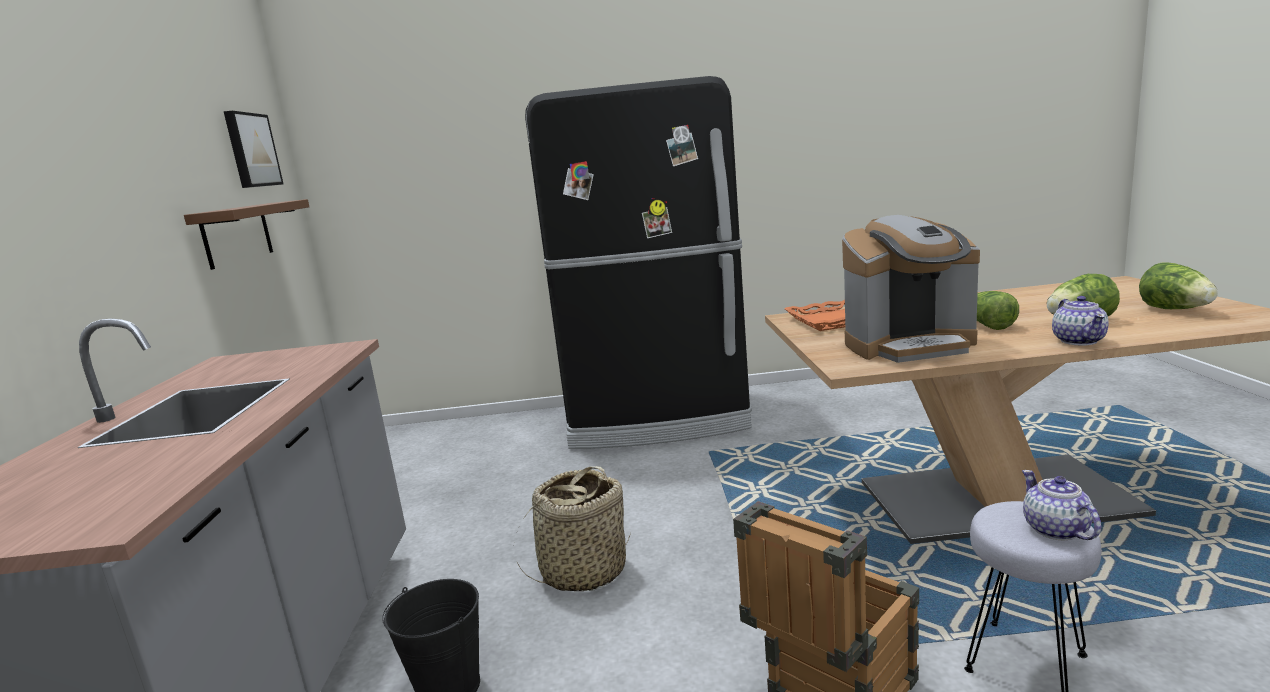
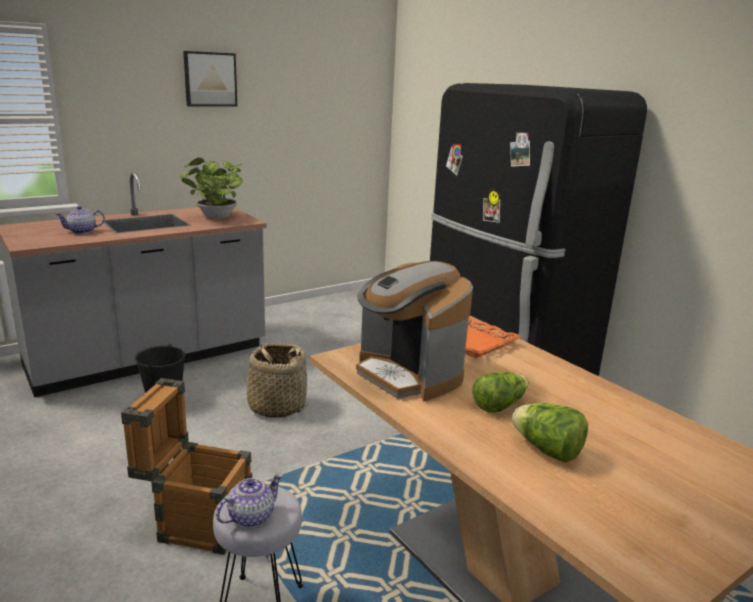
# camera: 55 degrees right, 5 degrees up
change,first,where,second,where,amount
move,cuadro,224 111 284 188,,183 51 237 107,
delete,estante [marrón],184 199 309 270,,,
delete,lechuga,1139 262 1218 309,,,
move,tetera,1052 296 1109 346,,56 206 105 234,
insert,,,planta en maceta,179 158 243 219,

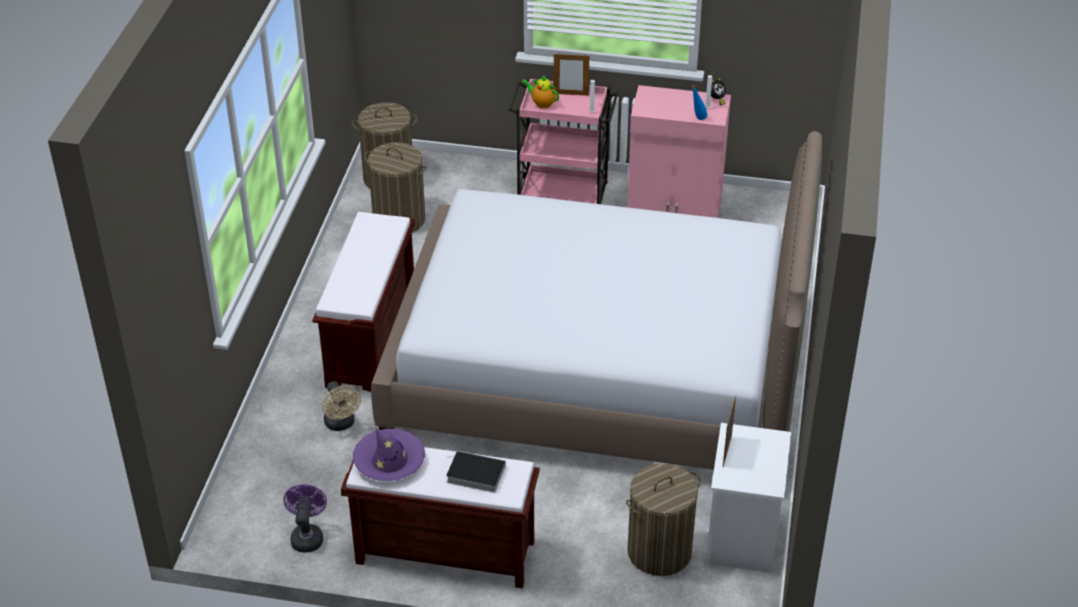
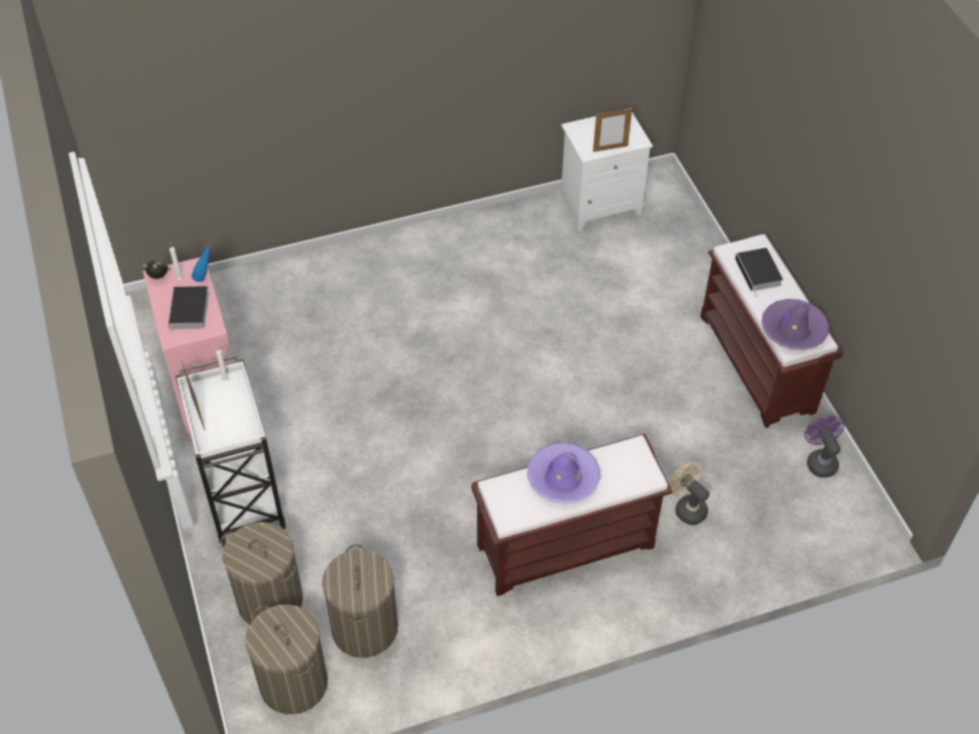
# camera: 120 degrees left, 10 degrees up
change,first,where,second,where,amount
delete,tetera,521 75 559 108,,,
recolor,carrito [rosa],509 78 618 204,carrito [blanco],175 355 286 546,
delete,cama,371 131 822 470,,,
rotate,ventilador [beis],322 381 361 431,,669 461 710 525,75 degrees counterclockwise
move,cesto de la ropa,626 463 701 576,,221 522 303 625,
rotate,ventilador [morado],284 484 327 553,,804 415 844 478,105 degrees clockwise
insert,,,libro,168 286 209 336,
insert,,,sombrero [morado],527 443 600 504,

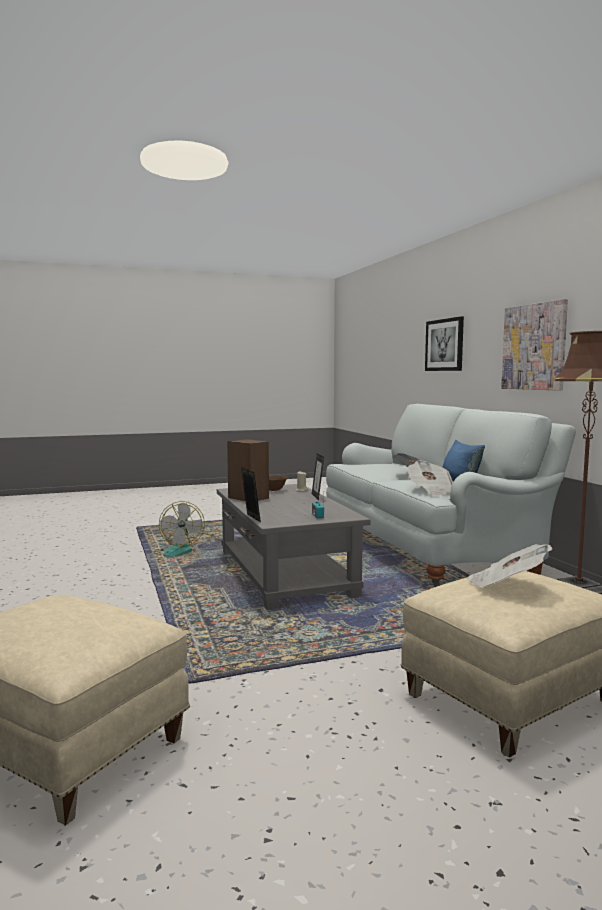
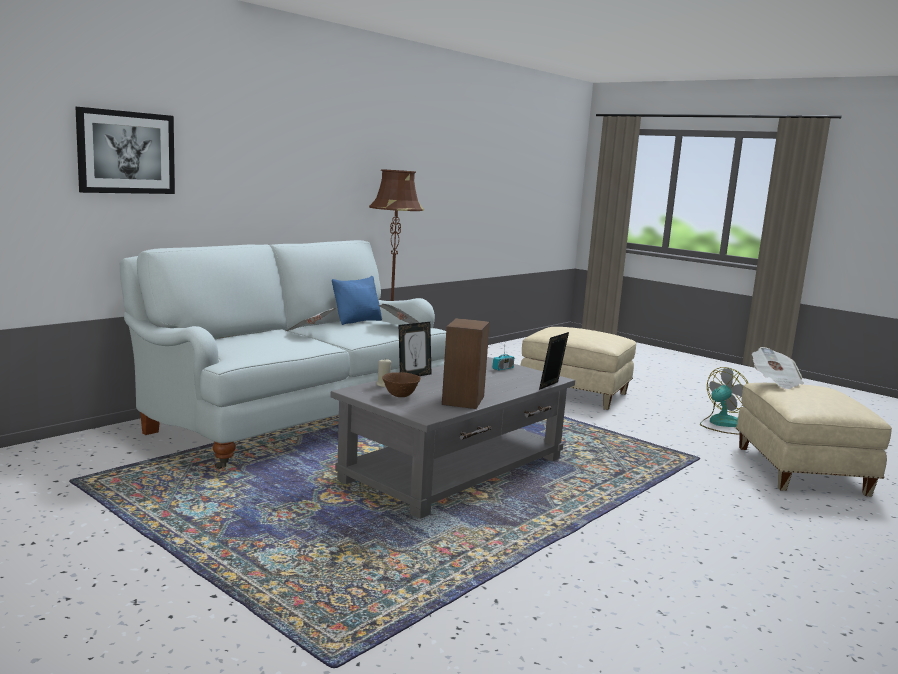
# camera: 120 degrees left, 5 degrees up
change,first,where,second,where,amount
delete,cuadro,501 299 568 391,,,
move,ventilador,159 501 205 557,,700 367 748 435,
move,periódico,467 544 552 588,,752 347 804 389,

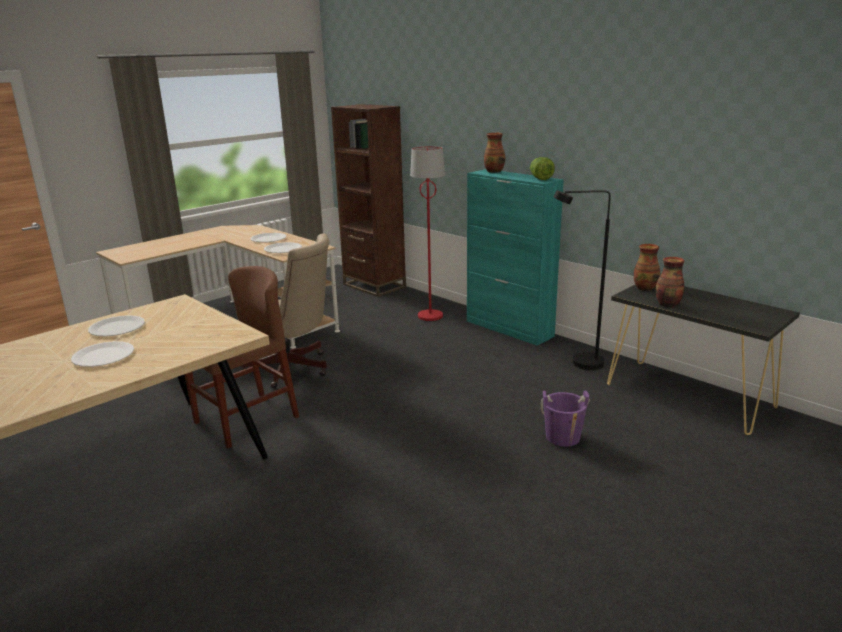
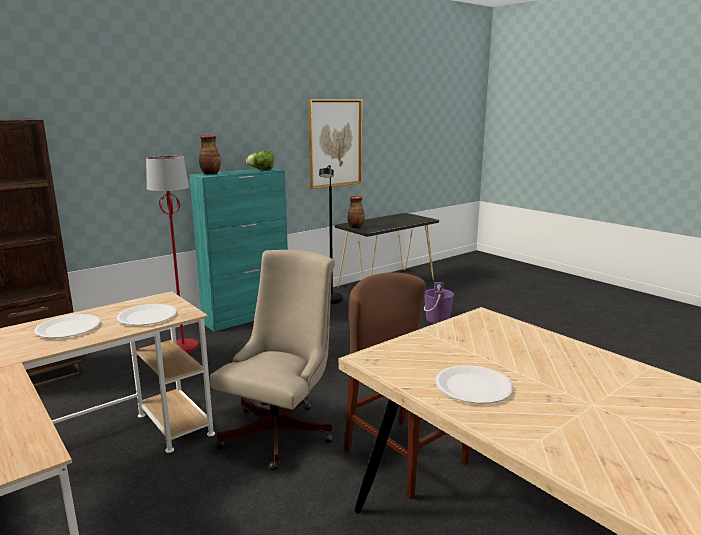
# camera: 85 degrees left, 5 degrees down
change,first,where,second,where,amount
delete,florero,656 257 684 307,,,
delete,plato [blanco],71 341 134 367,,,
insert,,,cuadro,308 99 362 189,

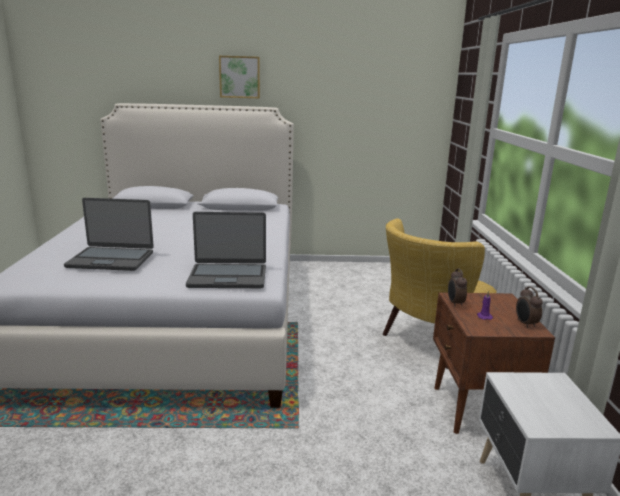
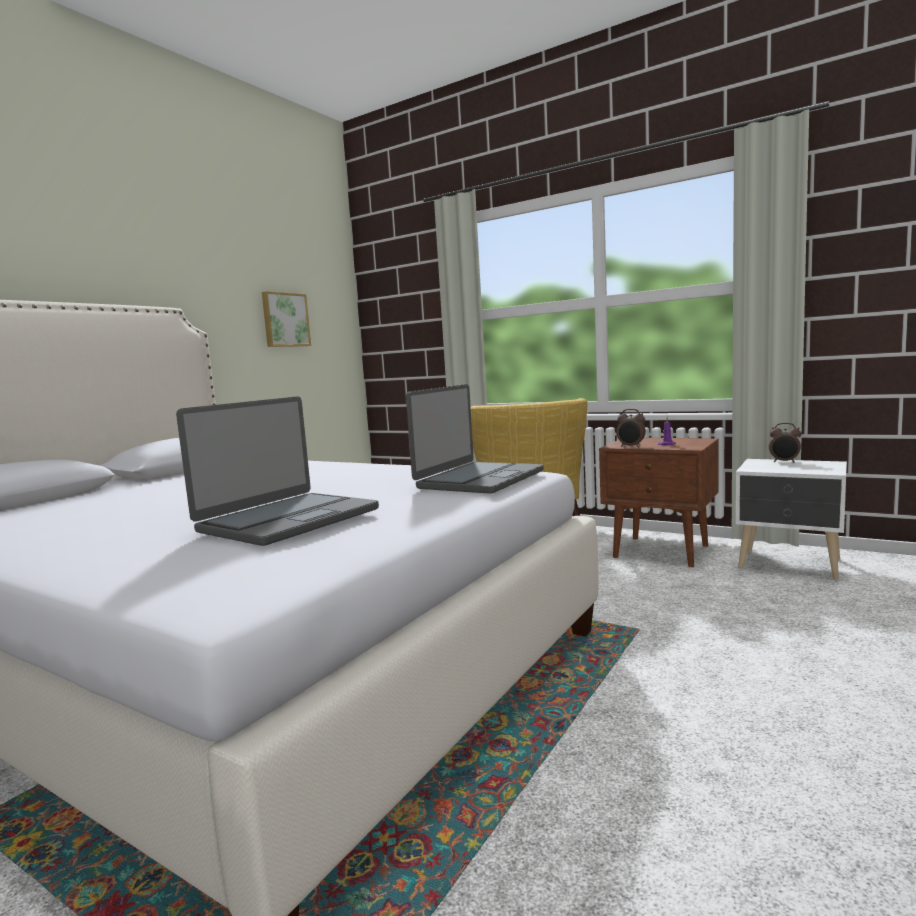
# camera: 55 degrees left, 10 degrees down
change,first,where,second,where,amount
move,cuadro,219 56 260 98,,262 291 311 347,
move,despertador,516 286 542 328,,769 423 802 463,

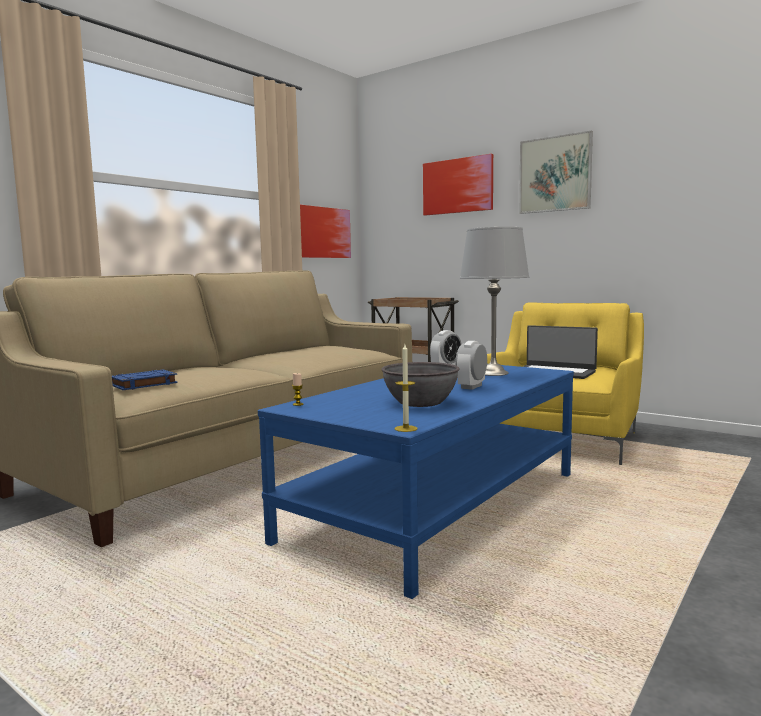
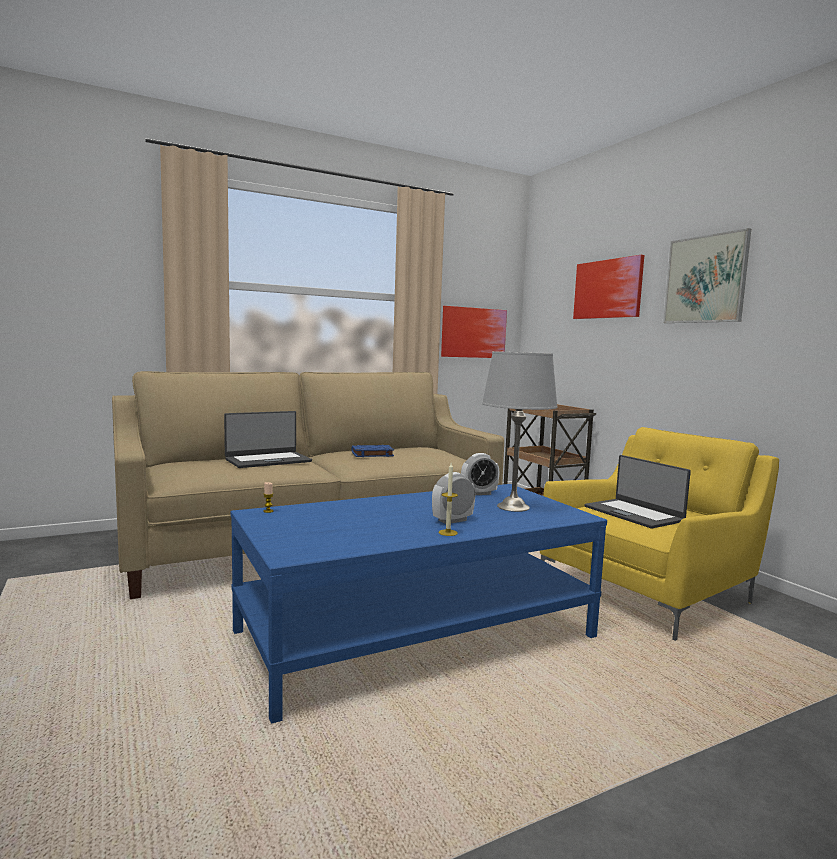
# camera: 25 degrees right, 0 degrees up
change,first,where,second,where,amount
move,vela,395 344 417 432,,438 463 458 536,
delete,cuenco [gris],381 362 460 407,,,
move,libro [azul],112 370 178 390,,352 445 394 457,
insert,,,portátil,224 411 312 468,

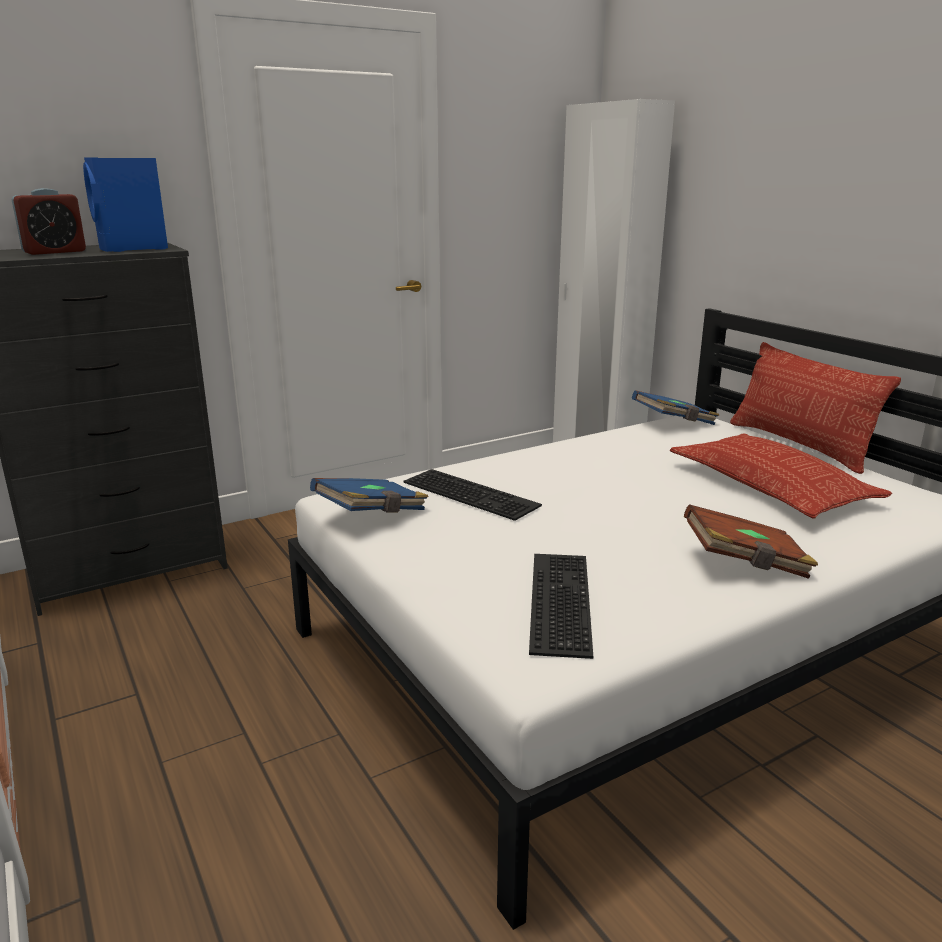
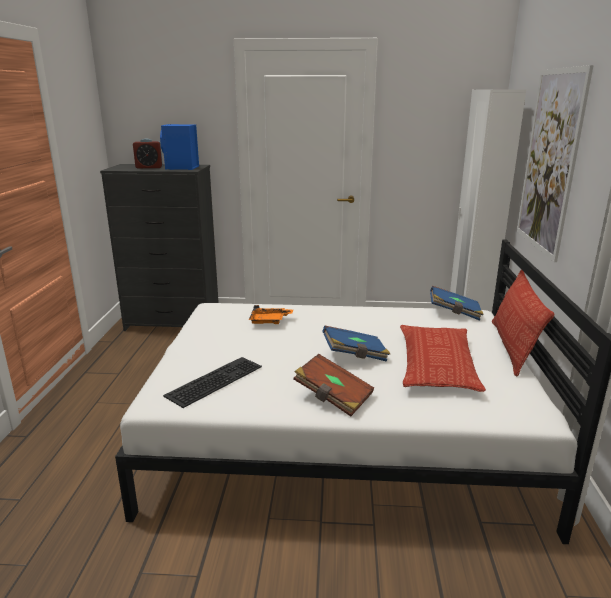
# camera: 35 degrees right, 0 degrees up
change,first,where,second,where,amount
replace,teclado,404 469 542 521,bandeja [naranja],249 305 293 324,
move,libro [azul],310 478 429 513,,323 326 390 362,
insert,,,cuadro,516 65 594 262,

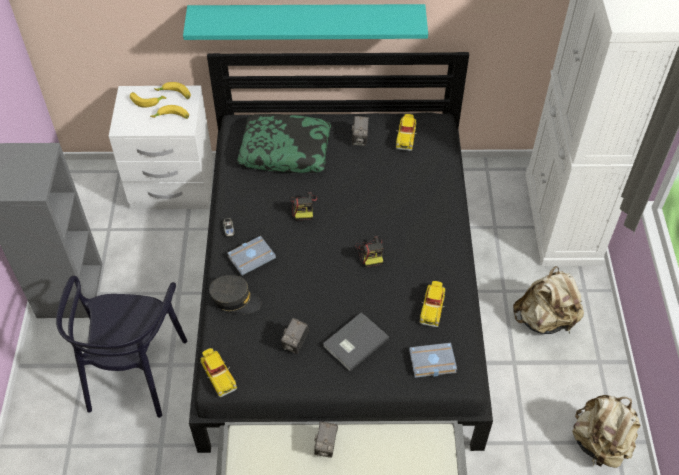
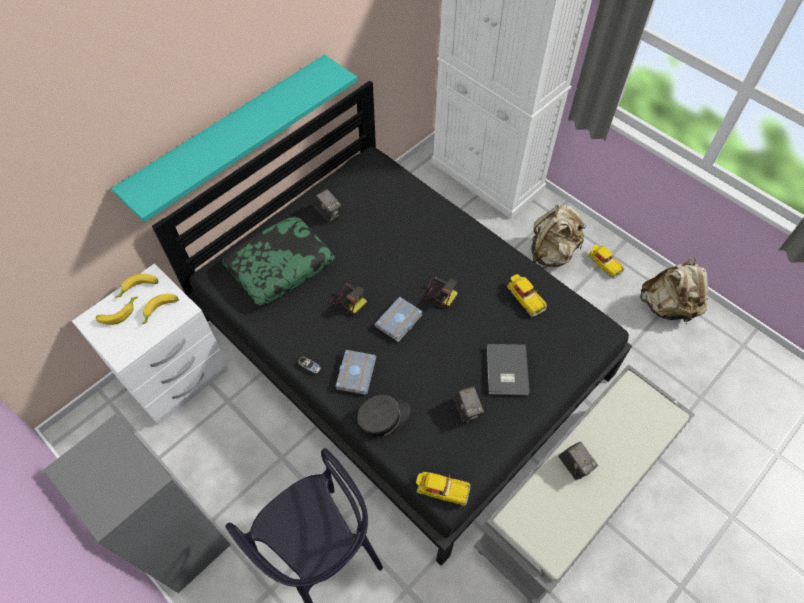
# camera: 45 degrees left, 5 degrees up
change,first,where,second,where,amount
move,coche de juguete,396 114 417 151,,588 244 625 279,
move,libro [gris],409 343 457 378,,374 297 423 342,

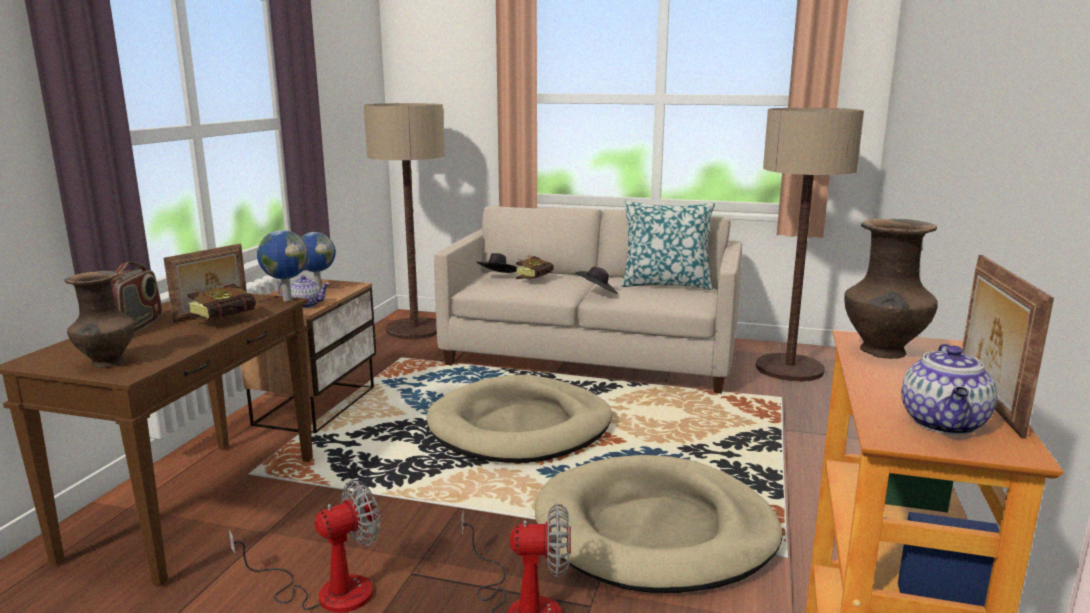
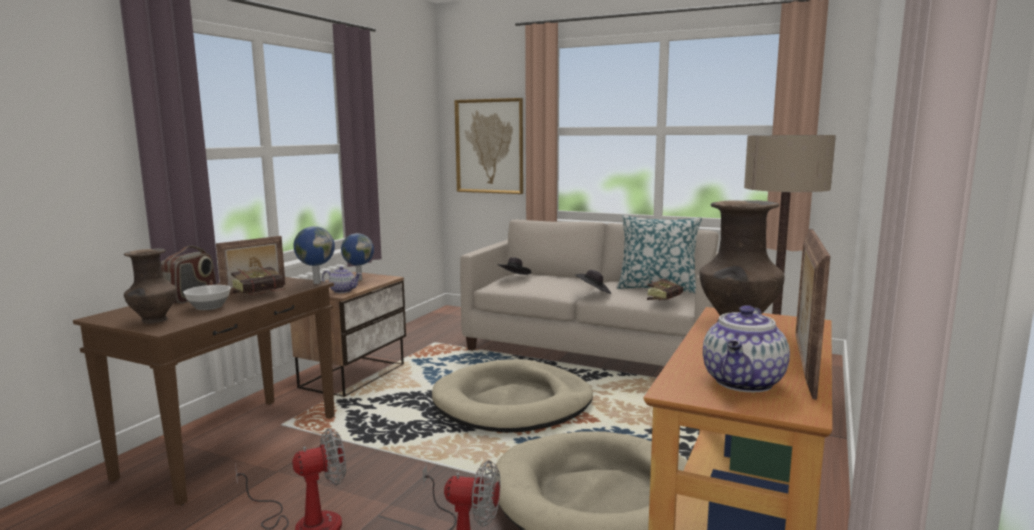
# camera: 10 degrees right, 5 degrees down
change,first,where,second,where,amount
delete,lámpara de pie,364 103 445 339,,,
move,libro,516 256 554 279,,647 278 683 301,
insert,,,cuadro,455 98 523 194,
insert,,,cuenco,183 285 231 310,

